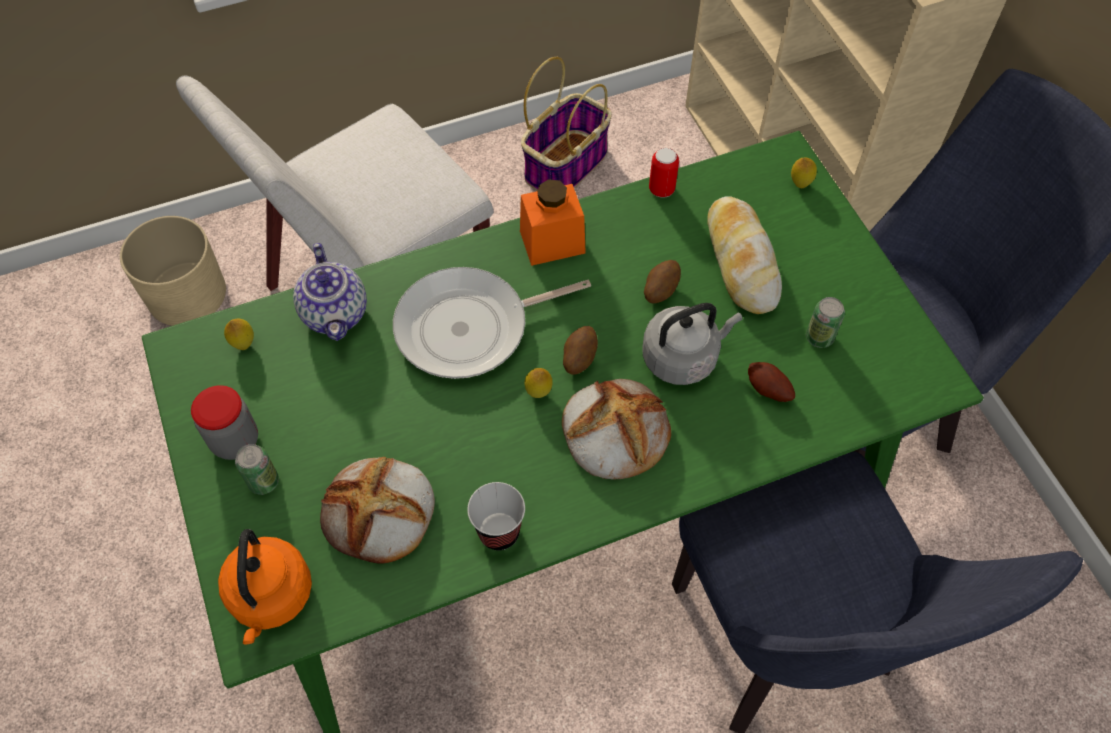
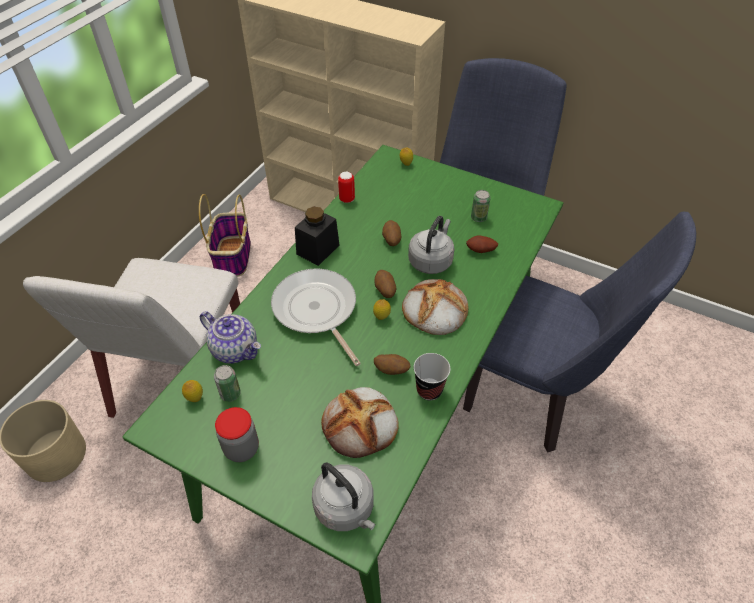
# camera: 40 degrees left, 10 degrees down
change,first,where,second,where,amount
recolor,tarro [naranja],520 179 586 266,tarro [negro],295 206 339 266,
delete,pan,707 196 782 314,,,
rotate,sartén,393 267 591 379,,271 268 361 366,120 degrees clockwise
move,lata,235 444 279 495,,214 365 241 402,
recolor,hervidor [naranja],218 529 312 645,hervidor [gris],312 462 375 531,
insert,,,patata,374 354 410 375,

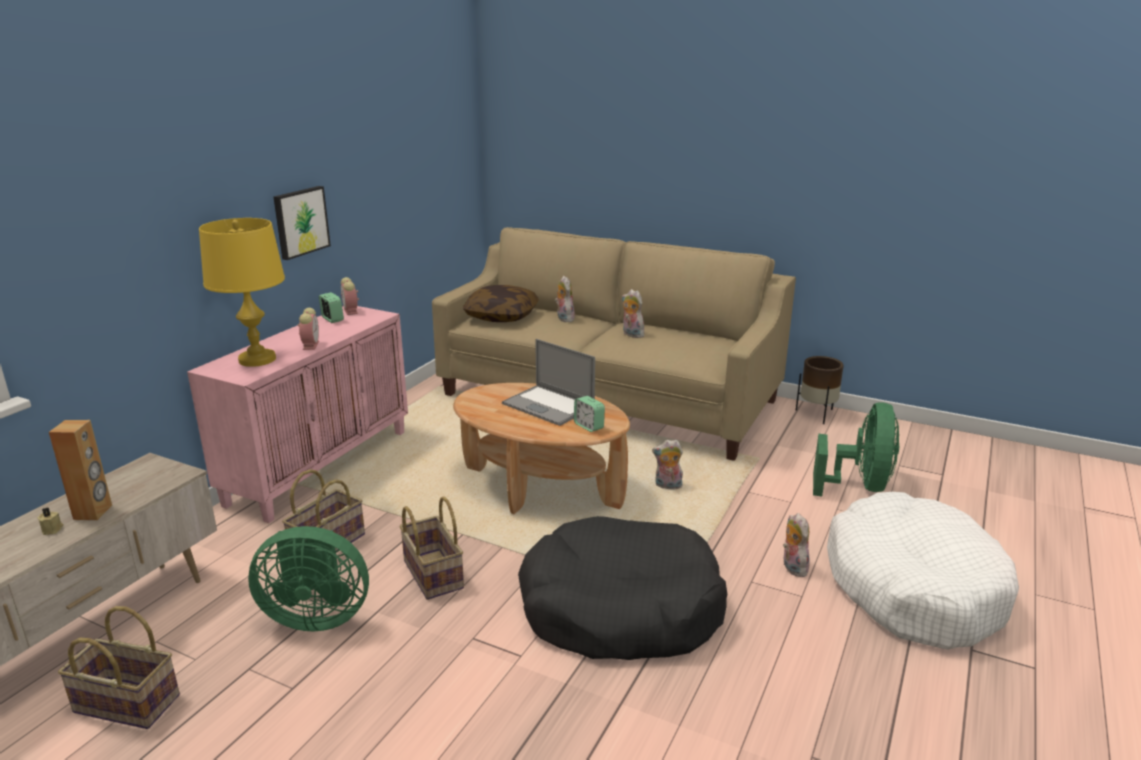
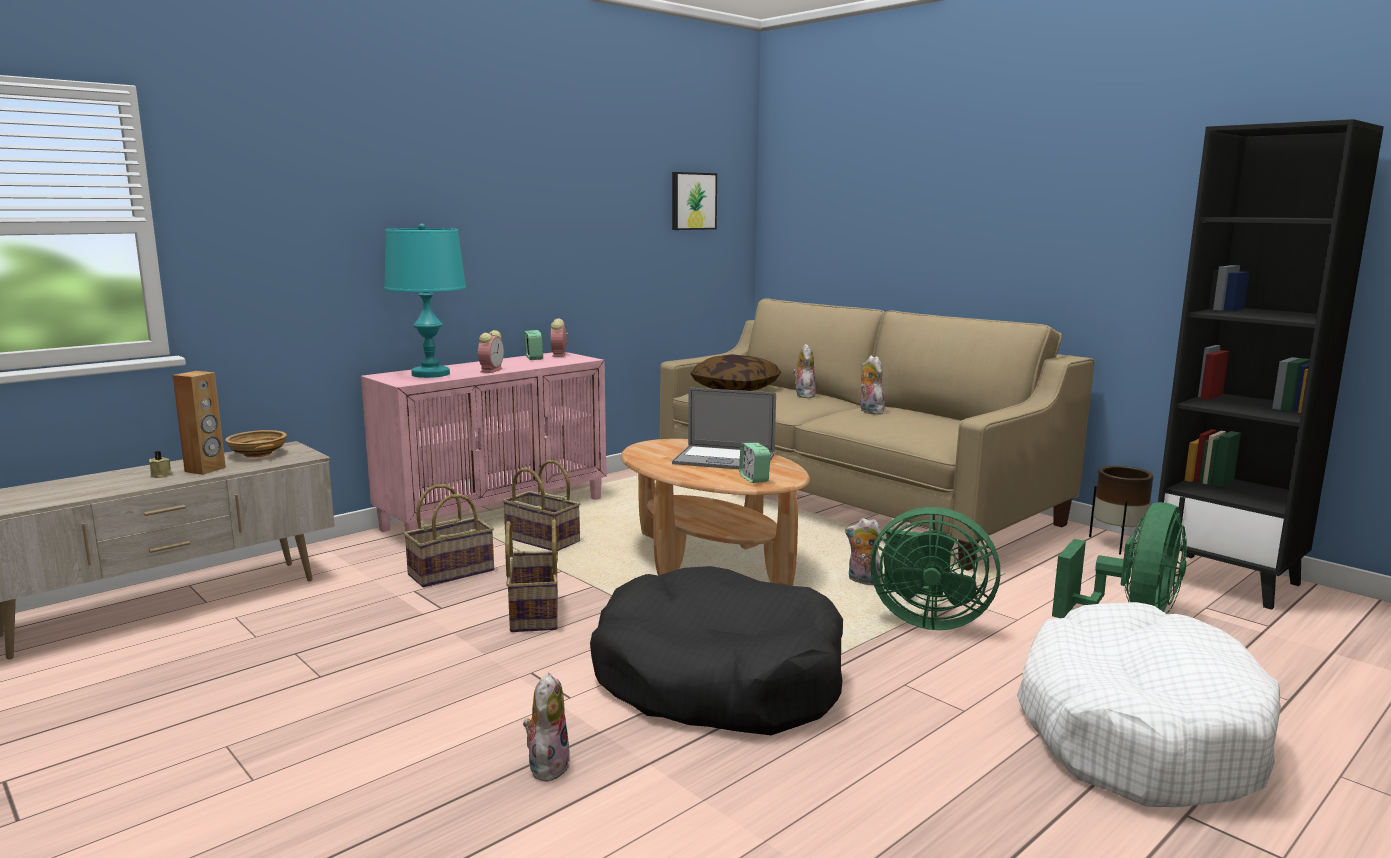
# camera: 20 degrees right, 10 degrees down
change,first,where,second,where,amount
move,cuadro,274 186 331 260,,672 172 717 230,
recolor,lámpara de mesa [amarillo],199 218 285 367,lámpara de mesa [turquesa],384 223 466 378,
rotate,portátil,502 339 595 426,,672 388 776 469,45 degrees counterclockwise
move,peluche,783 513 810 577,,523 672 570 782,
move,ventilador [verde],248 526 369 631,,870 507 1001 630,
move,cesta,58 606 180 729,,502 460 580 551,
insert,,,estantería [negro],1158 119 1384 610,
insert,,,cuenco [beis],225 430 287 458,

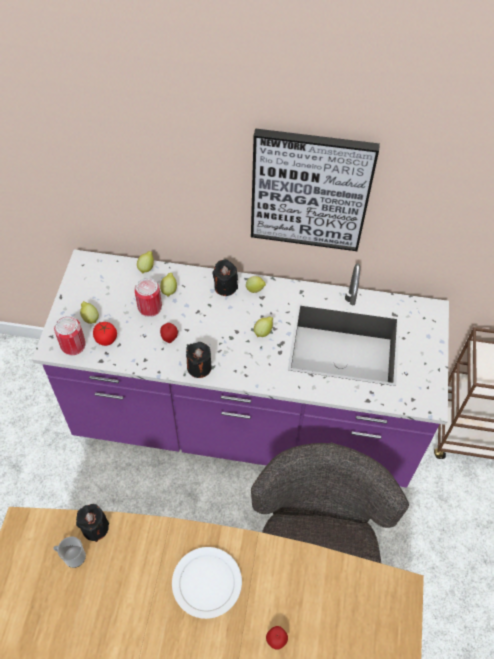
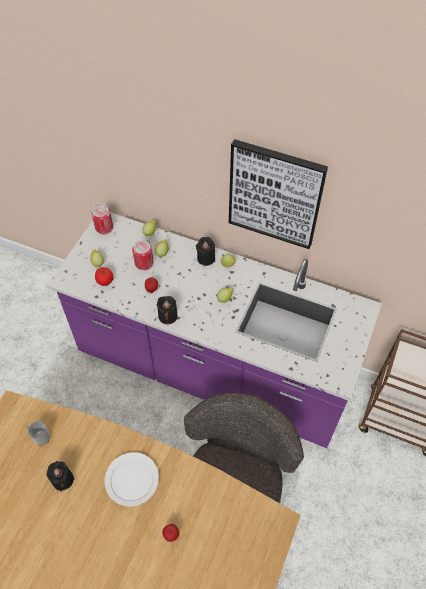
# camera: 15 degrees right, 0 degrees up
change,first,where,second,where,amount
move,lata,54 316 86 355,,92 204 113 234,
move,vela [negro],76 504 109 542,,46 461 74 492,

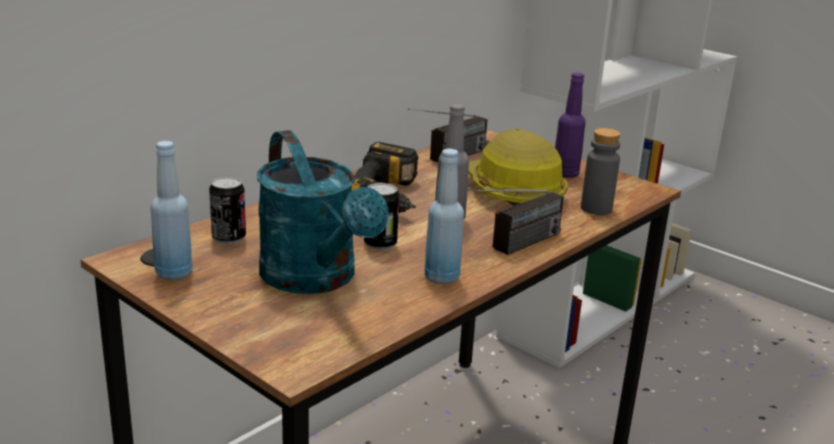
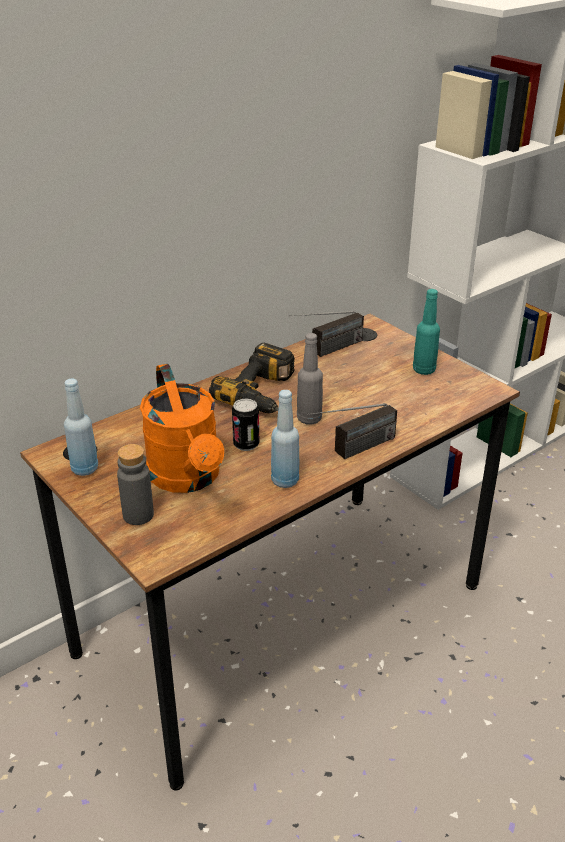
# camera: 10 degrees right, 10 degrees up
change,first,where,second,where,amount
recolor,botella [morado],555 72 585 178,botella [turquesa],413 289 440 375,
move,botella [gris],581 128 621 215,,117 444 154 525,
delete,casco,468 129 568 206,,,
recolor,regadera [turquesa],257 130 389 294,regadera [naranja],140 364 224 493,
delete,lata,209 176 246 244,,,

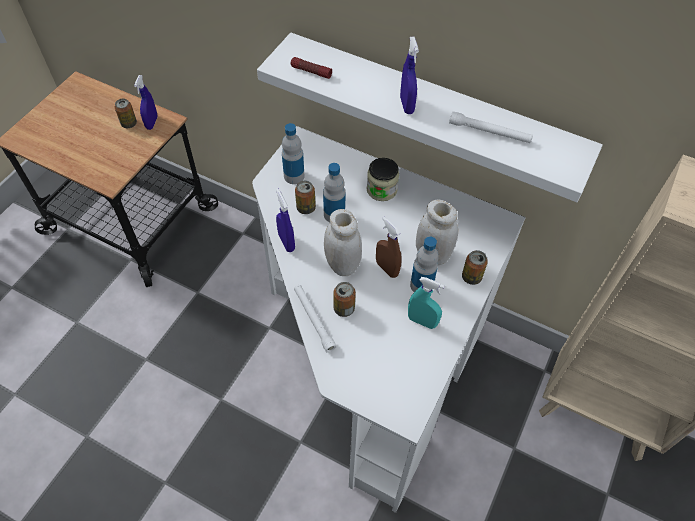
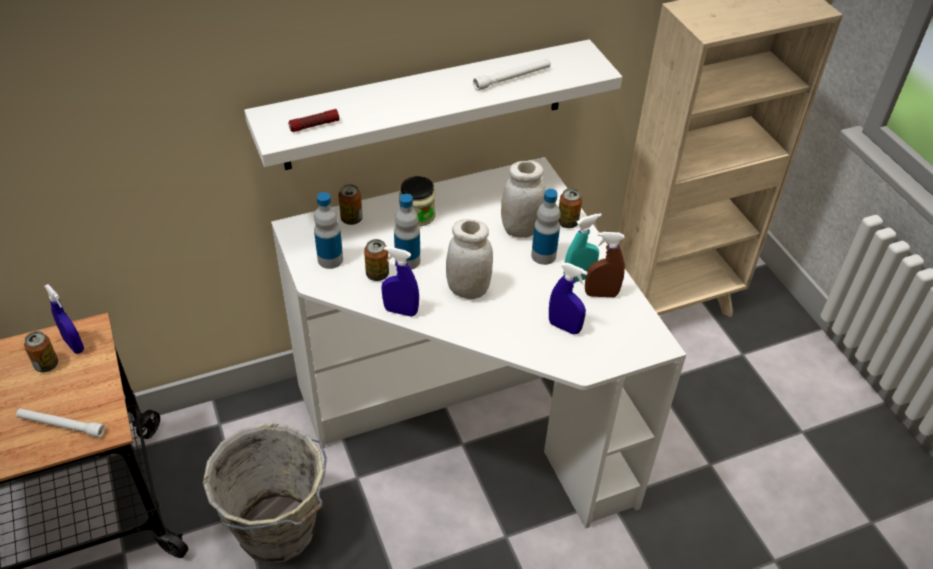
# camera: 50 degrees left, 10 degrees down
change,first,where,second,where,amount
move,pulverizador [azul],400 37 419 114,,549 263 588 334,
move,pulverizador [marrón],376 217 402 278,,585 232 625 297,
move,lata,334 282 356 317,,338 184 363 225,
move,linterna [blanco],294 285 337 352,,16 408 105 438,
insert,,,cubo [gris],203 423 327 564,

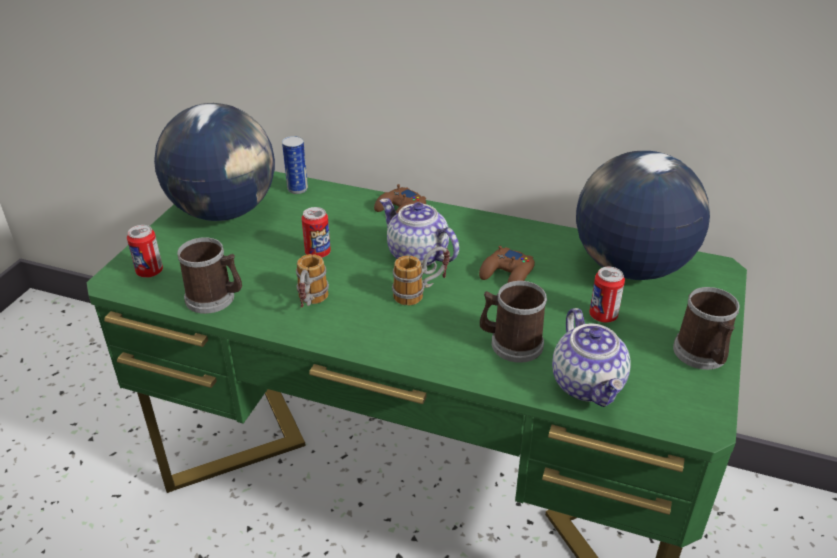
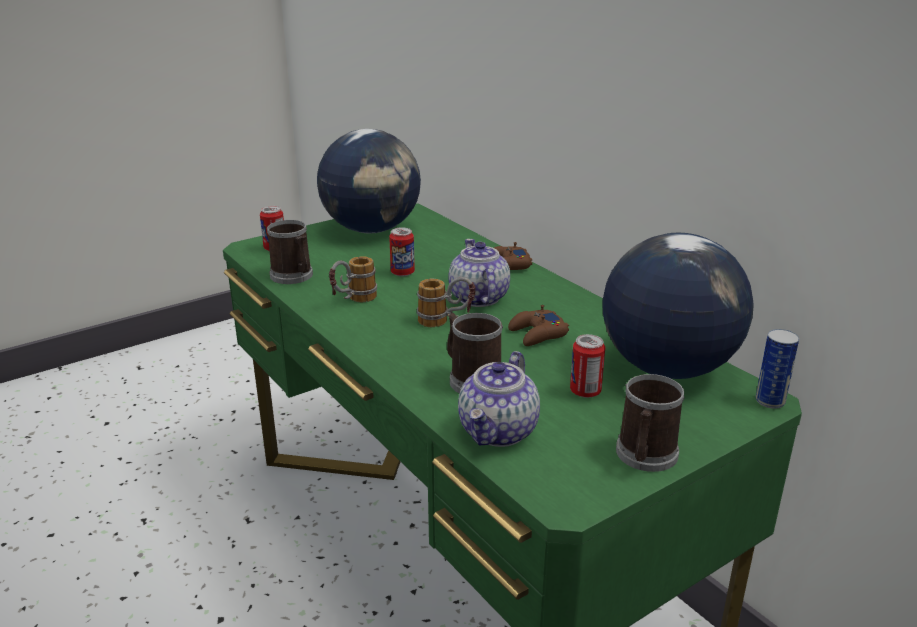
# camera: 35 degrees right, 10 degrees down
change,first,where,second,where,amount
move,lata,282 136 308 194,,756 329 799 409,

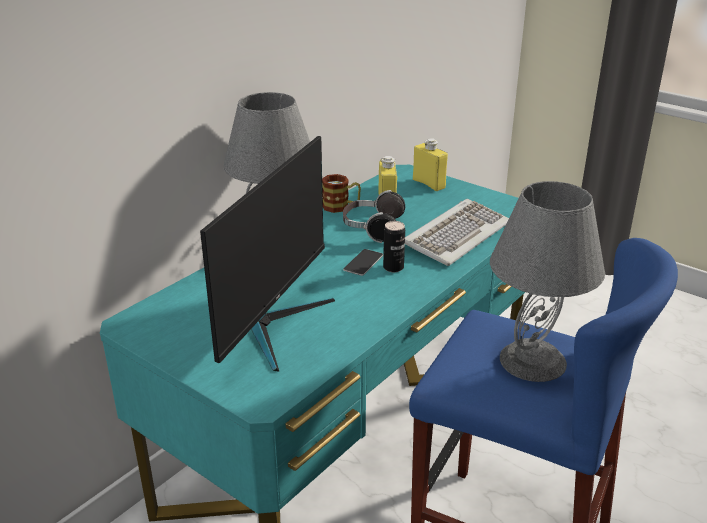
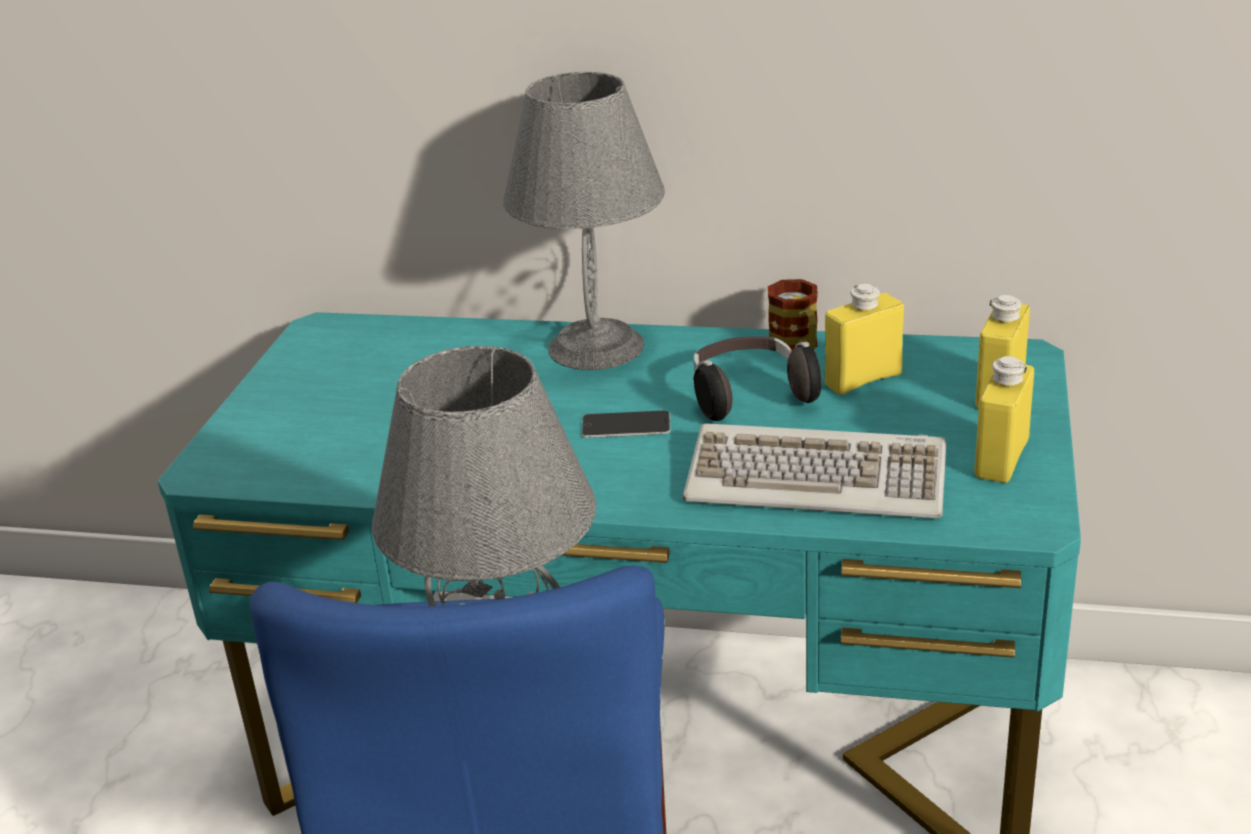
# camera: 65 degrees right, 0 degrees up
change,first,where,second,where,amount
delete,monitor,200 136 335 372,,,
delete,lata,383 221 405 272,,,
insert,,,botella [amarillo],975 356 1034 483,

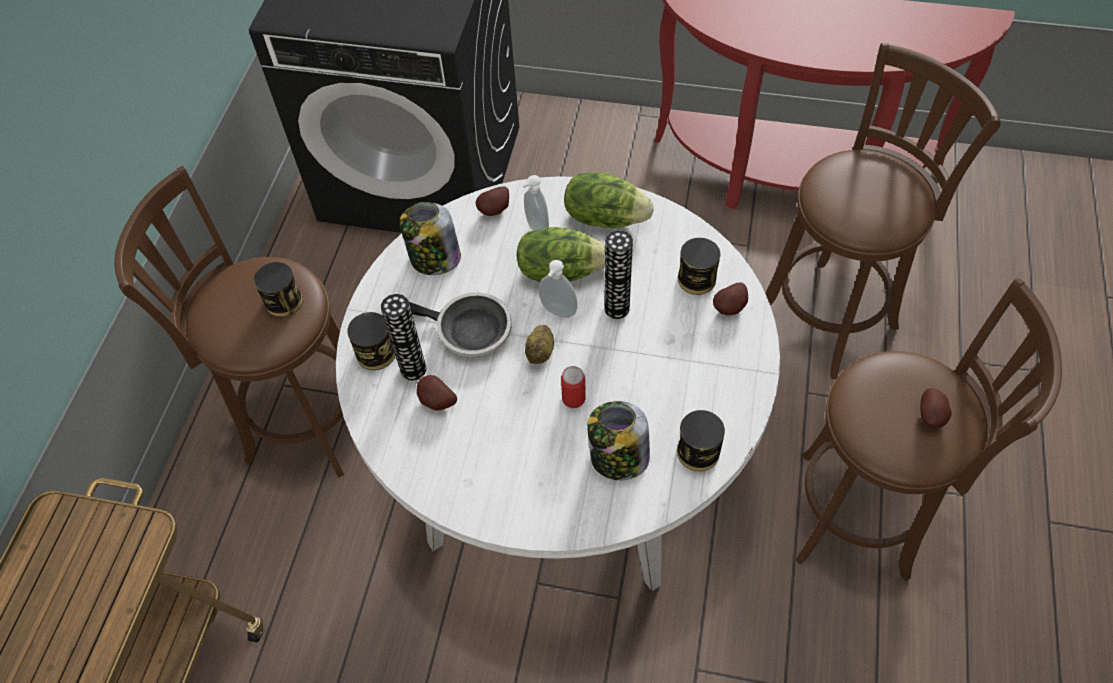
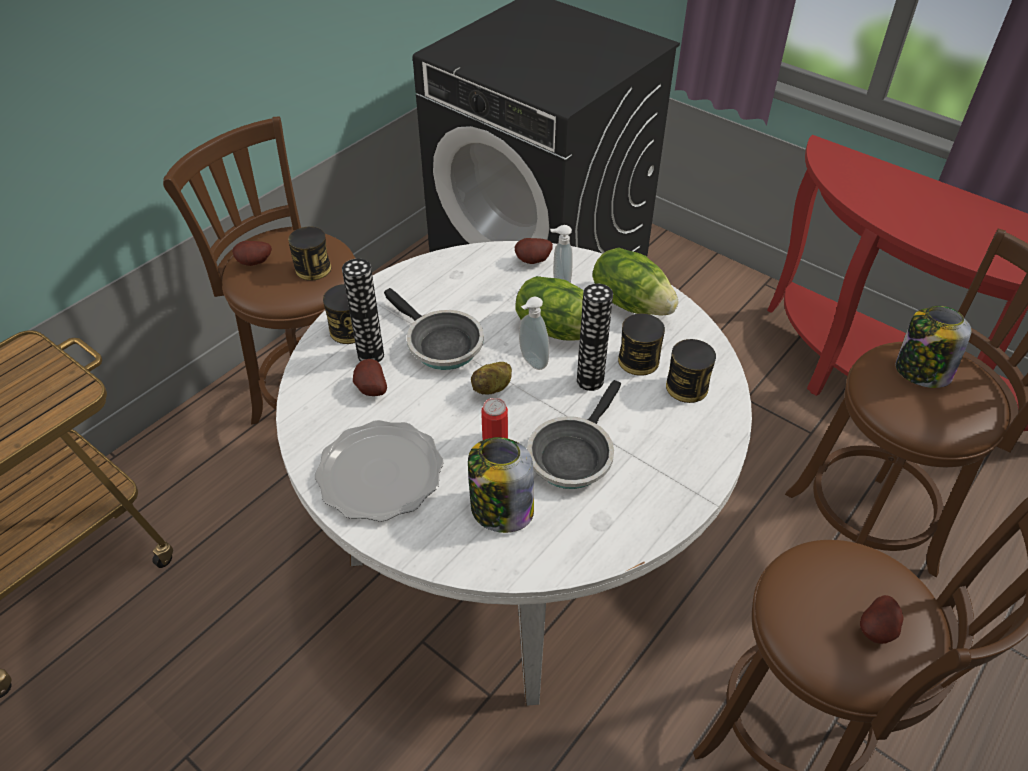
# camera: 25 degrees right, 10 degrees down
change,first,where,second,where,amount
move,tarro,400 202 461 275,,895 306 972 388,
move,patata,713 282 748 316,,232 241 272 266,
move,lata,677 410 725 471,,618 313 665 376,
insert,,,sartén,527 380 621 489,
insert,,,plato,315 420 444 522,

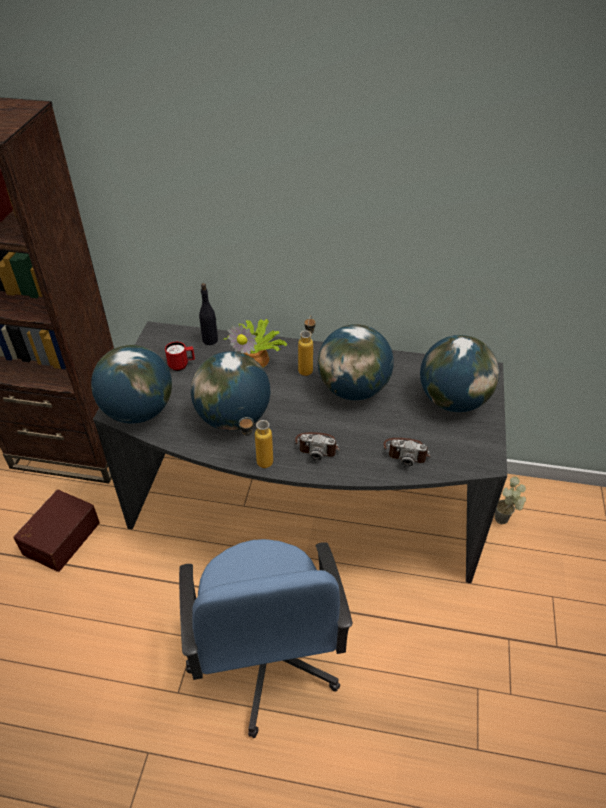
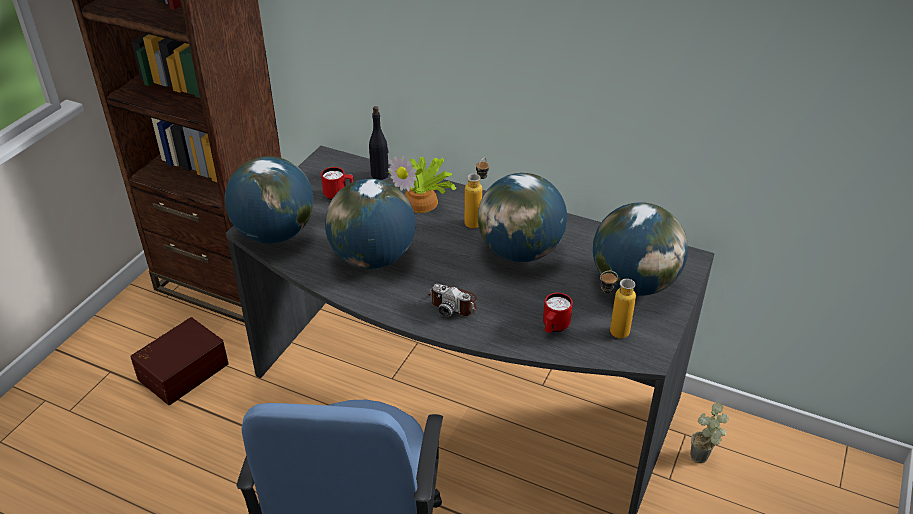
# camera: 15 degrees right, 5 degrees down
change,first,where,second,where,amount
move,botella,239 417 273 468,,600 271 636 338,
replace,cámara,384 438 431 467,taza grande [rojo],543 293 573 333,

